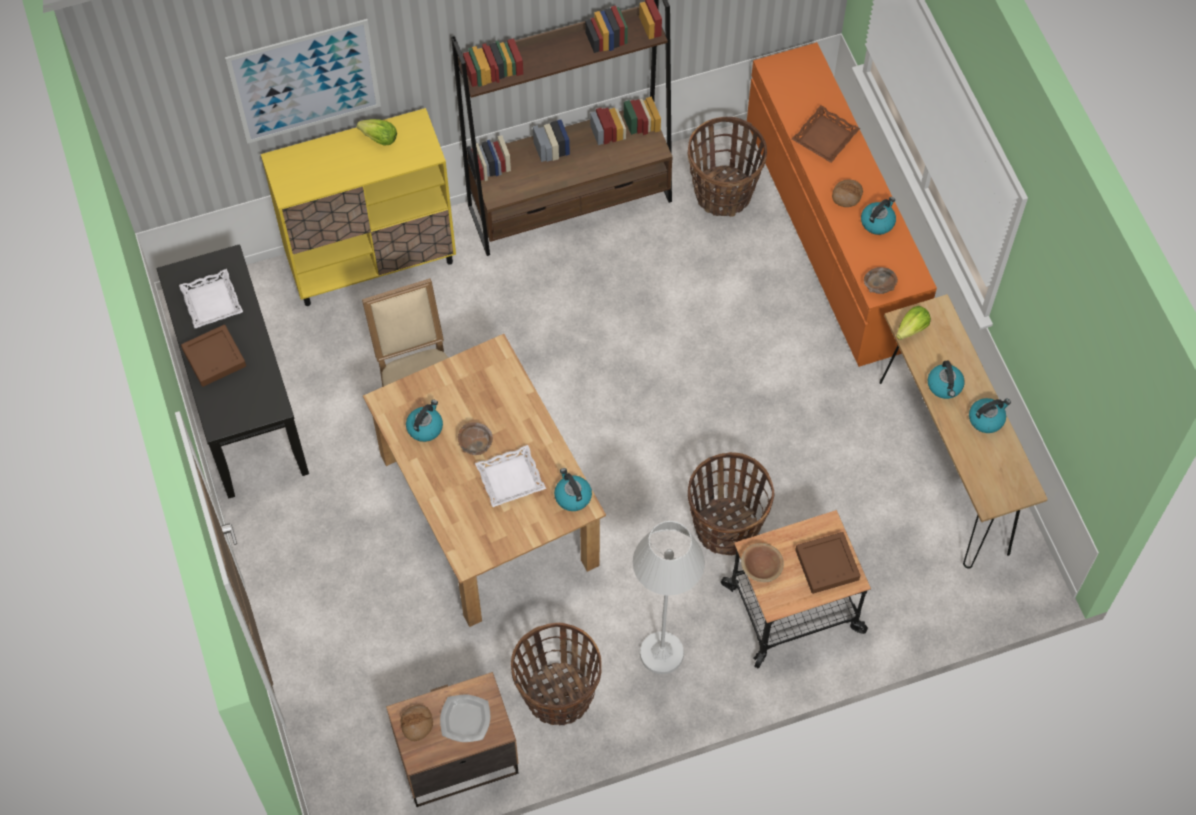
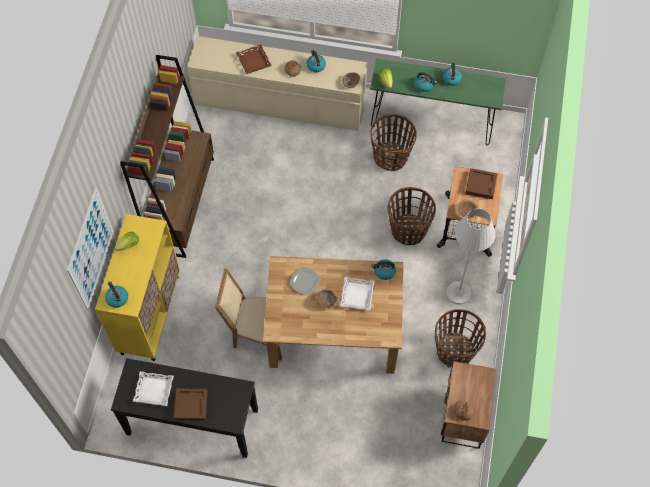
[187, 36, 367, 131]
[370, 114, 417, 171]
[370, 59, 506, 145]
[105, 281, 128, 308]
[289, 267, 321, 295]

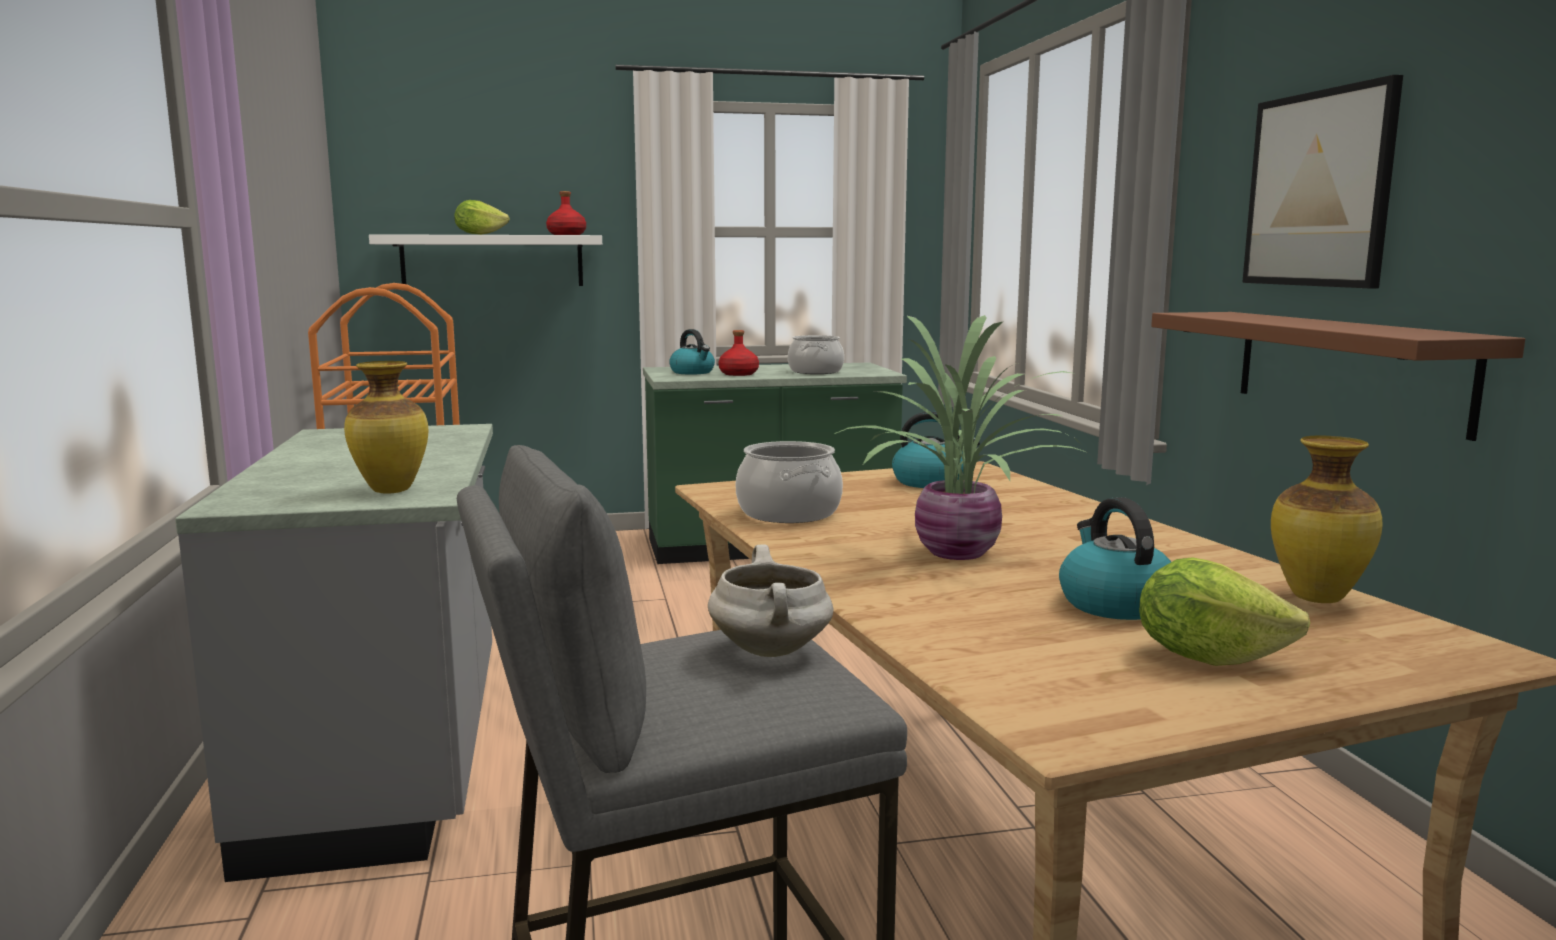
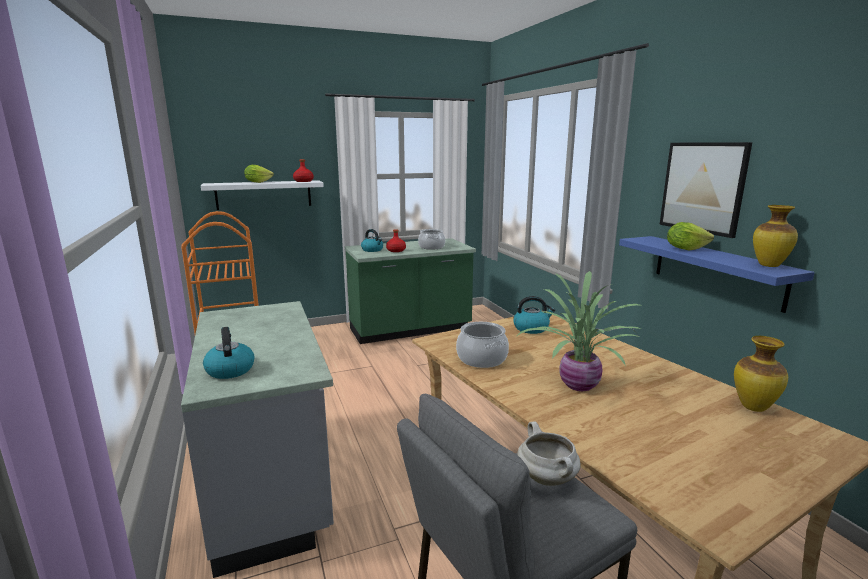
[619, 236, 815, 313]
[753, 205, 798, 267]
[203, 327, 255, 379]
[667, 222, 714, 250]

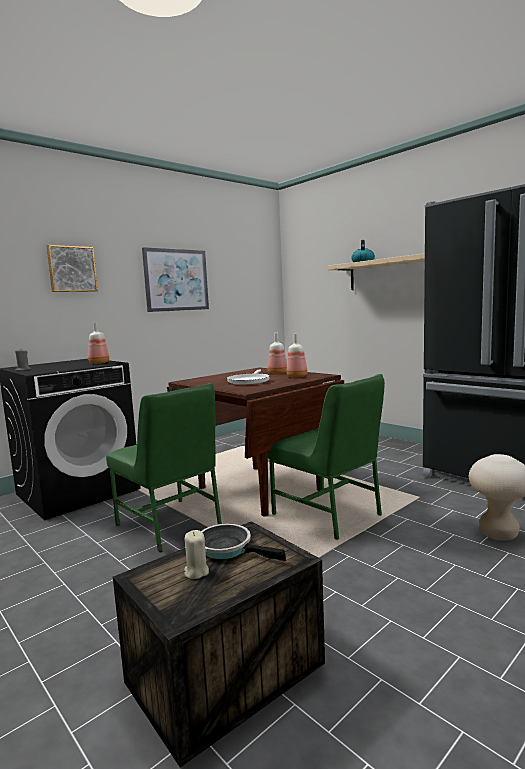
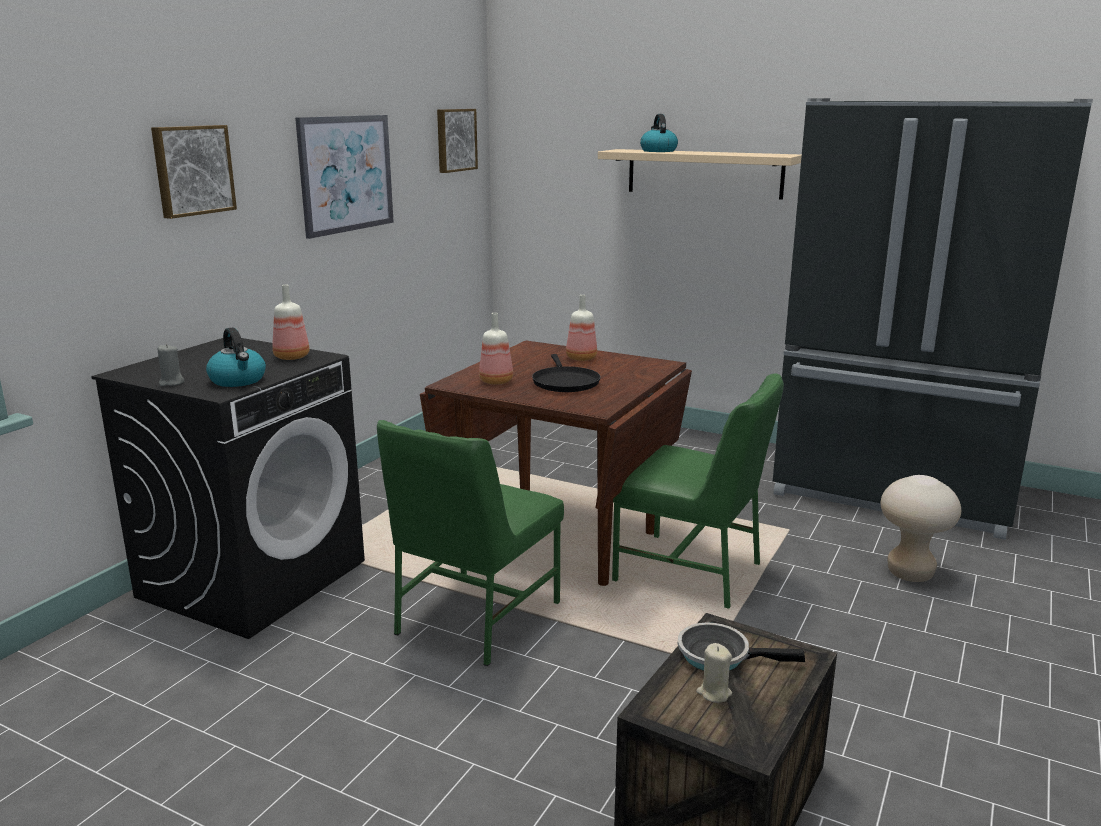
[479, 313, 513, 385]
[532, 354, 601, 392]
[377, 420, 564, 666]
[437, 109, 478, 173]
[206, 327, 266, 387]

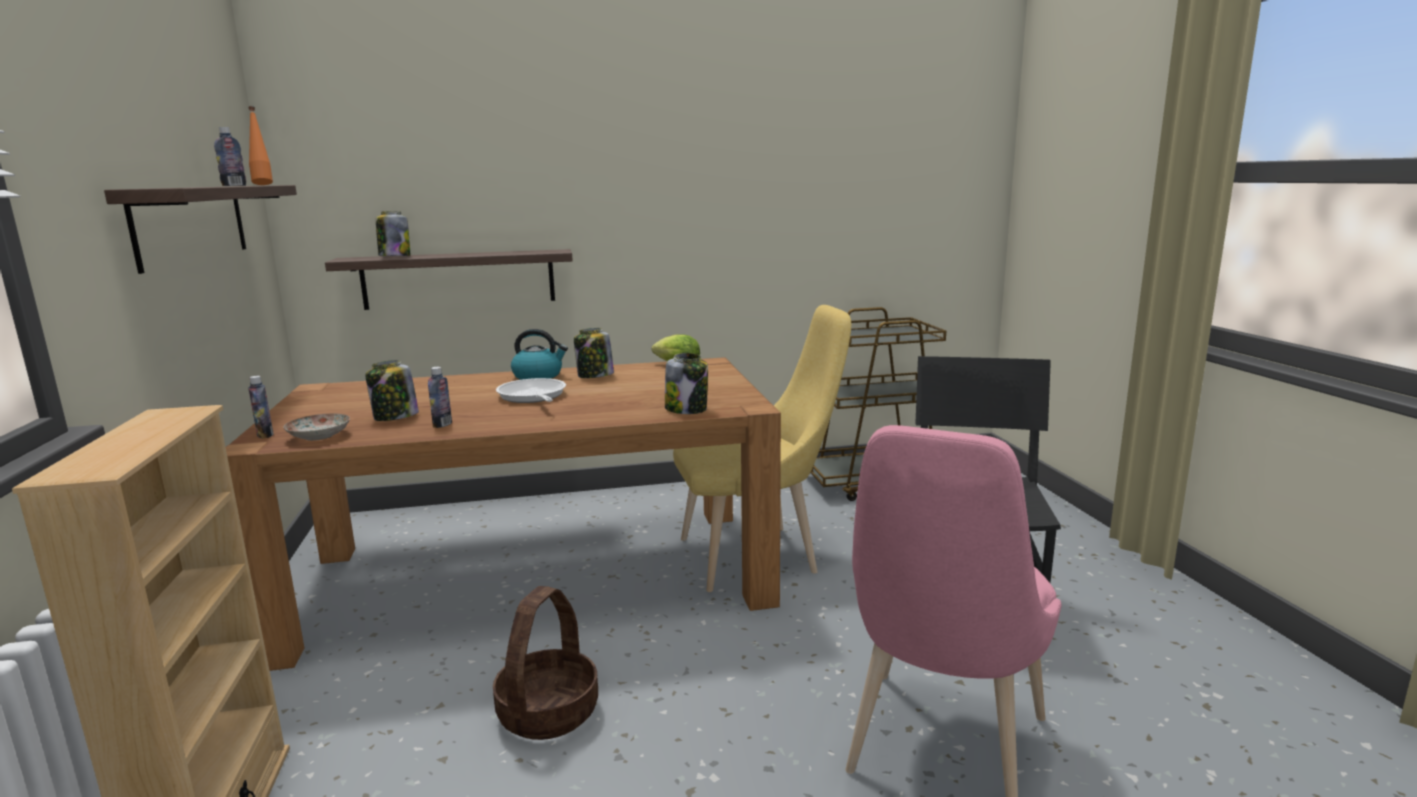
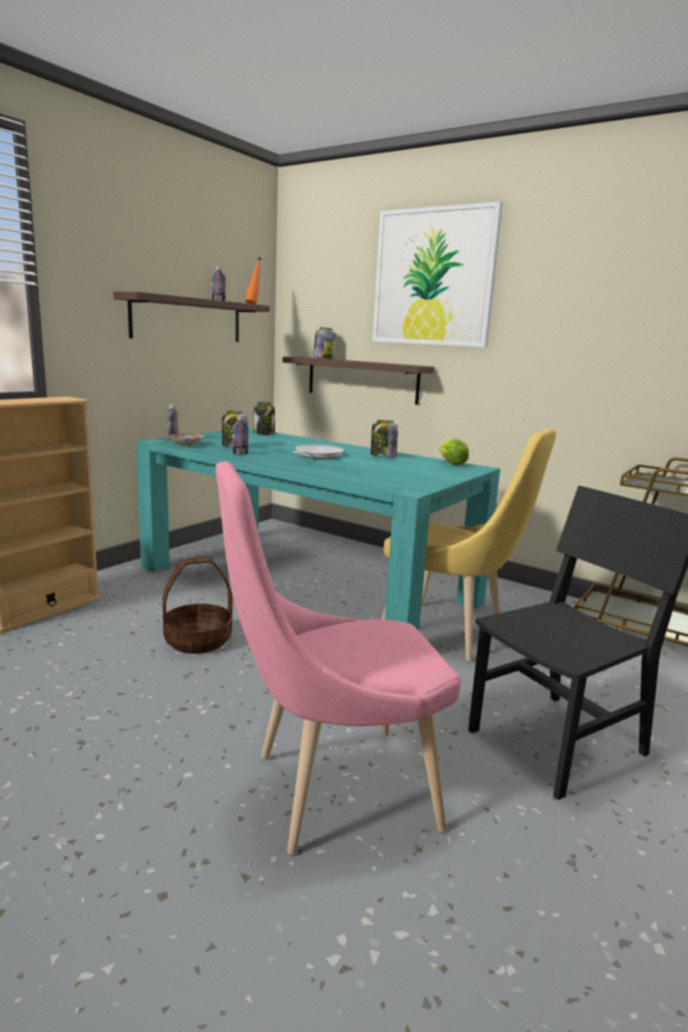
[511, 329, 568, 380] (first image)
[253, 401, 275, 435]
[136, 428, 500, 631]
[373, 202, 503, 347]

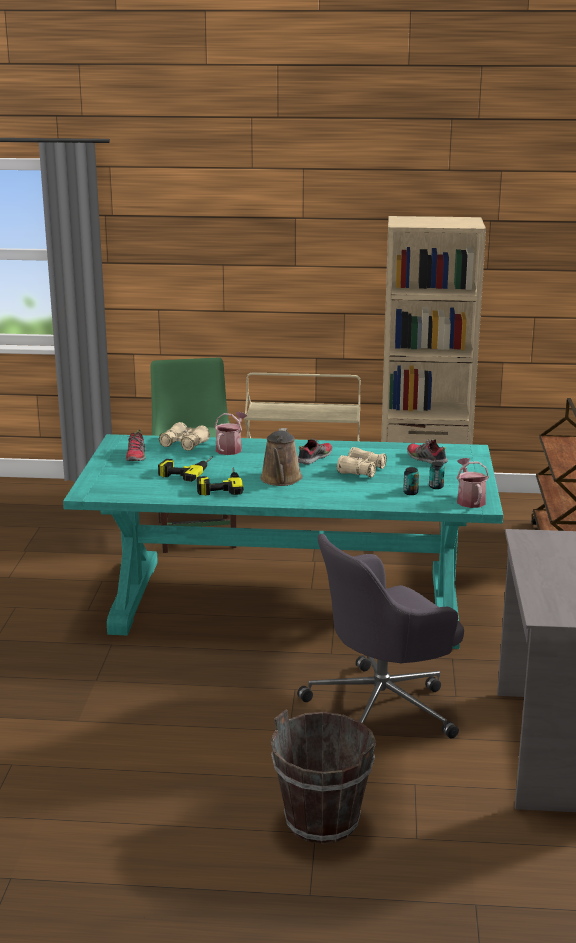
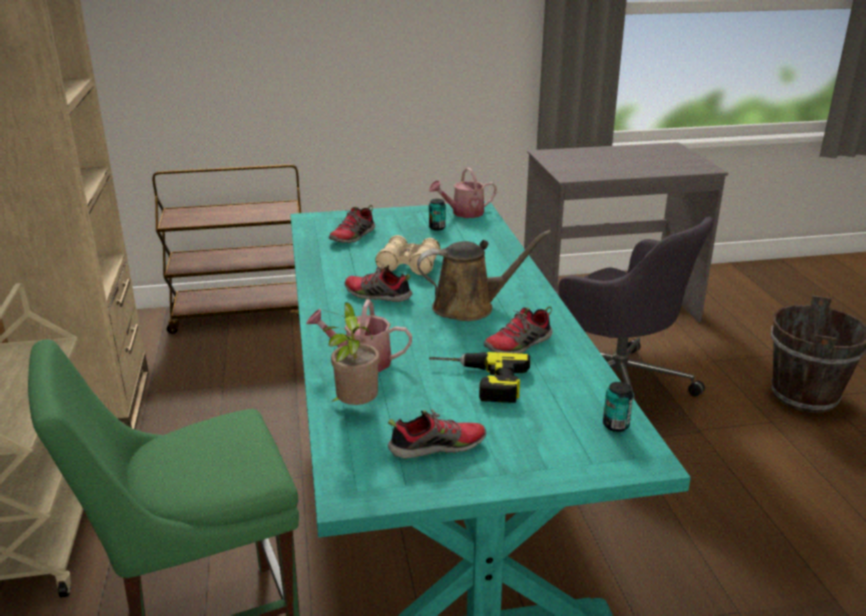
[323, 302, 380, 405]
[484, 306, 552, 353]
[603, 382, 633, 432]

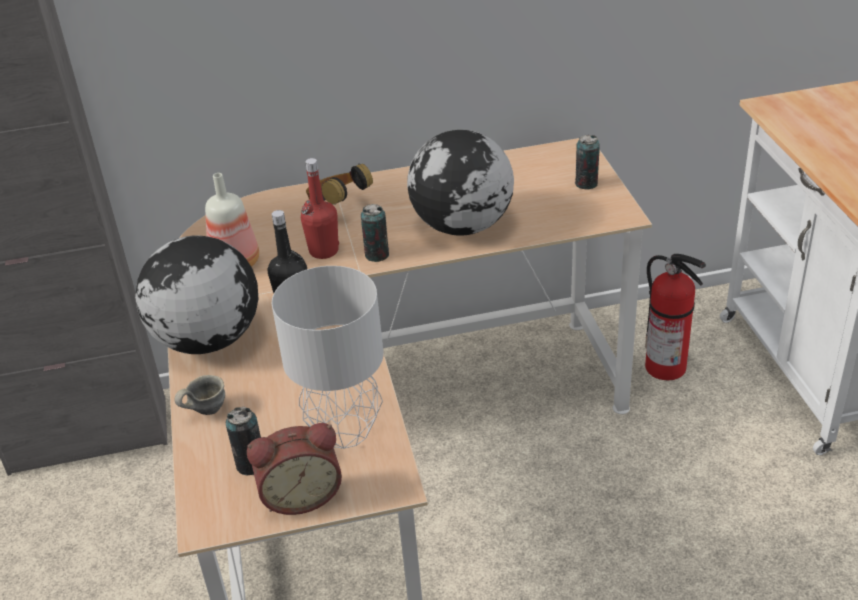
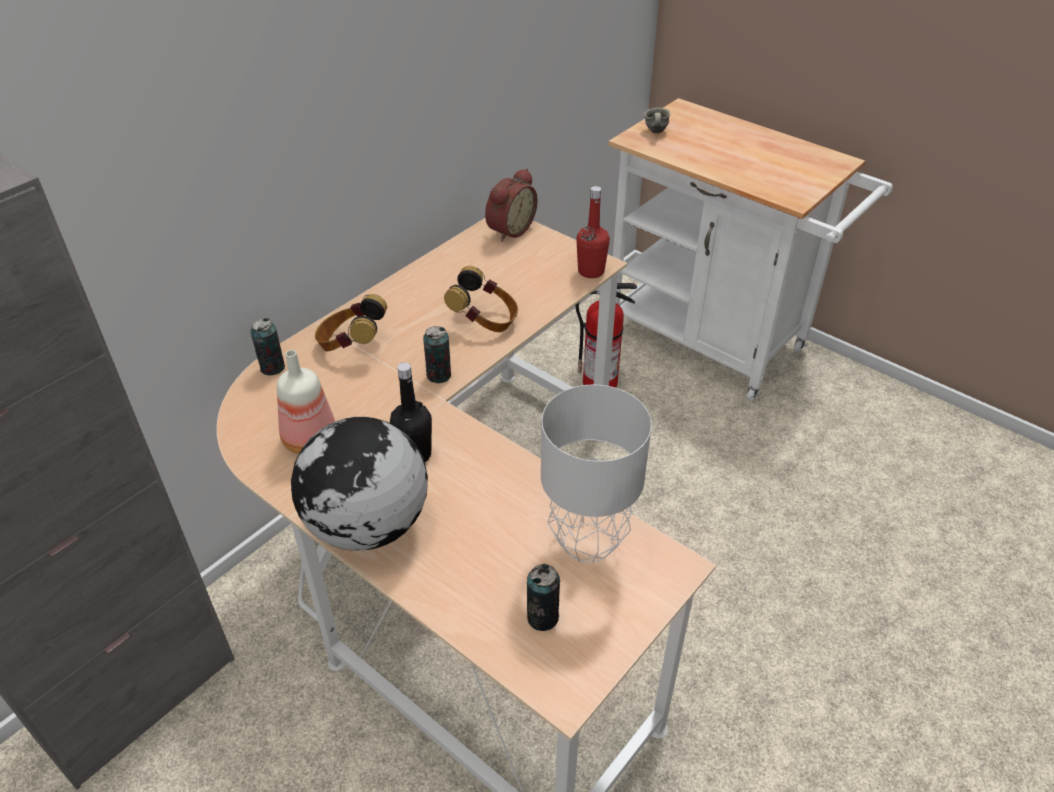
[444, 266, 518, 332]
[251, 318, 285, 376]
[576, 186, 610, 278]
[644, 108, 670, 133]
[485, 168, 538, 242]

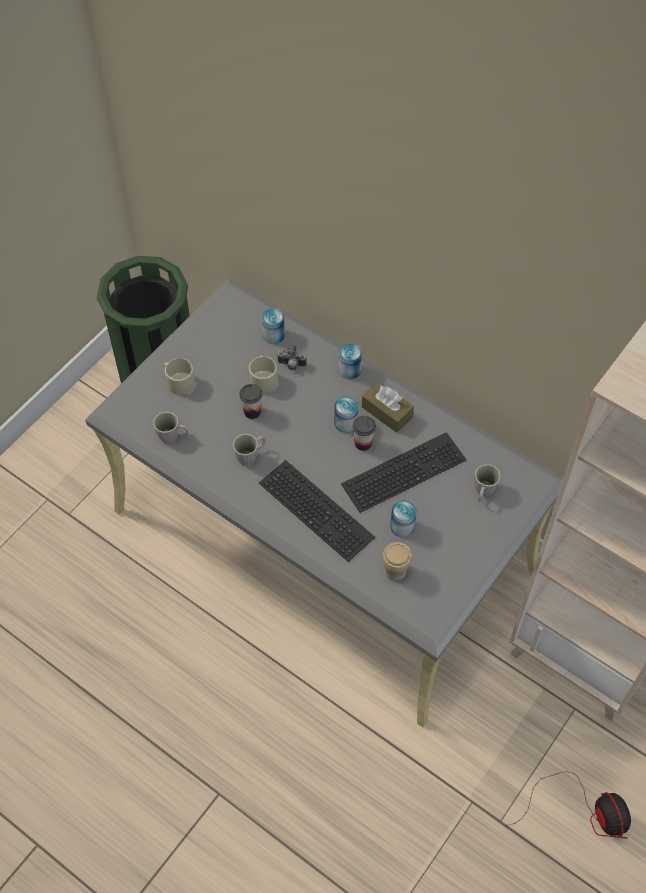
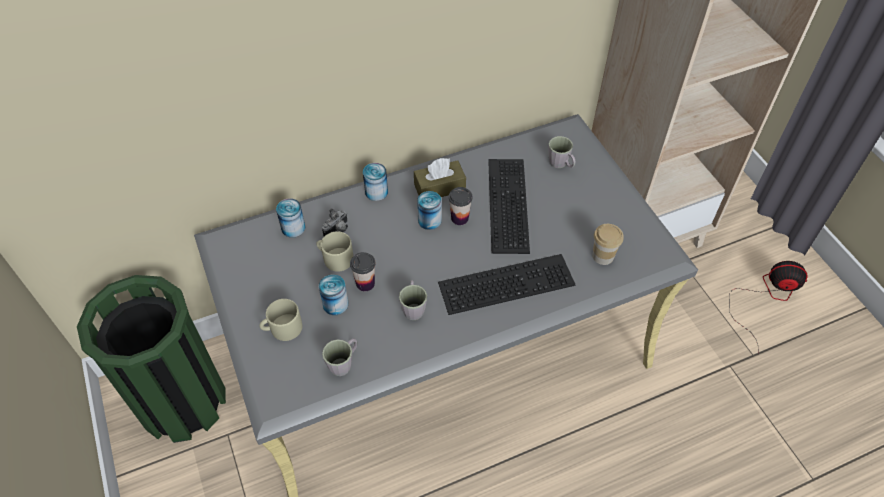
[319, 275, 349, 315]

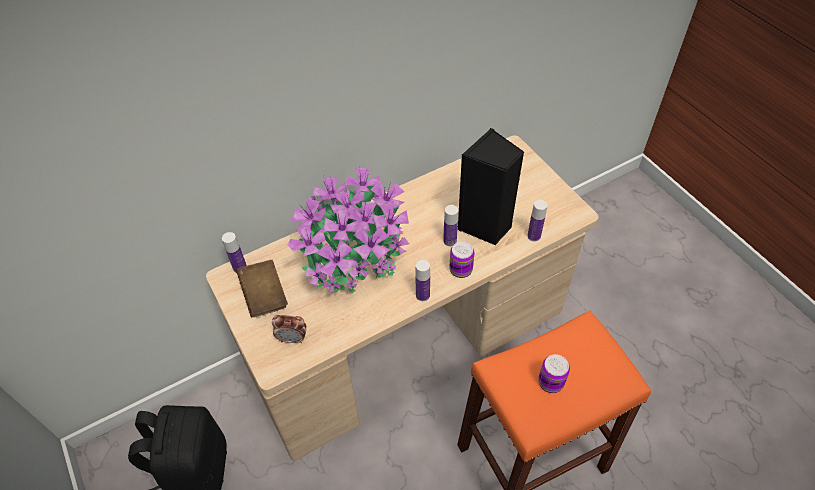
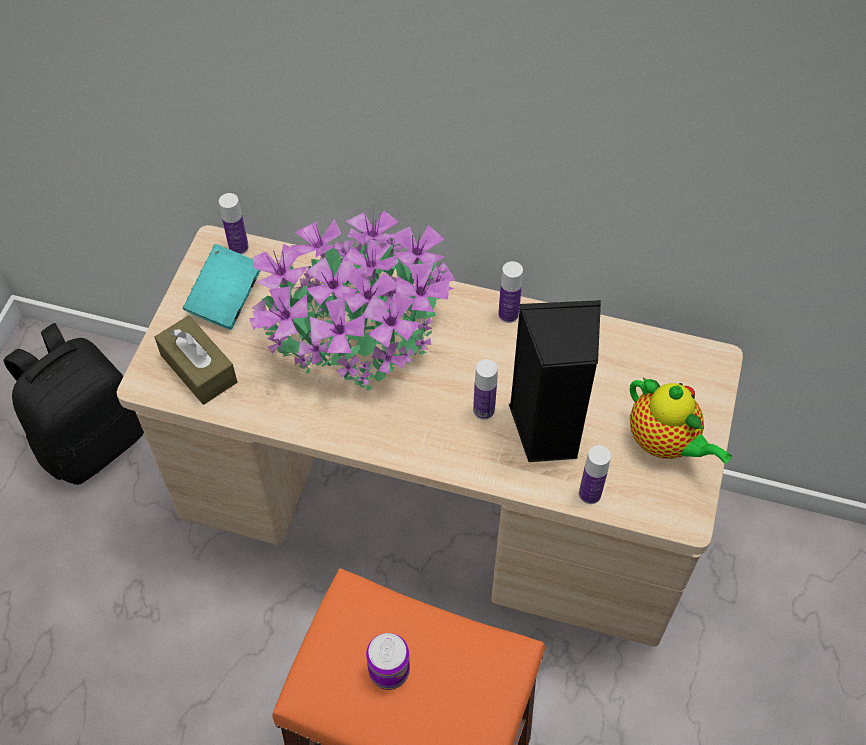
[450, 241, 475, 278] (first image)
[183, 244, 261, 330]
[498, 261, 523, 323]
[154, 315, 237, 405]
[630, 377, 732, 464]

